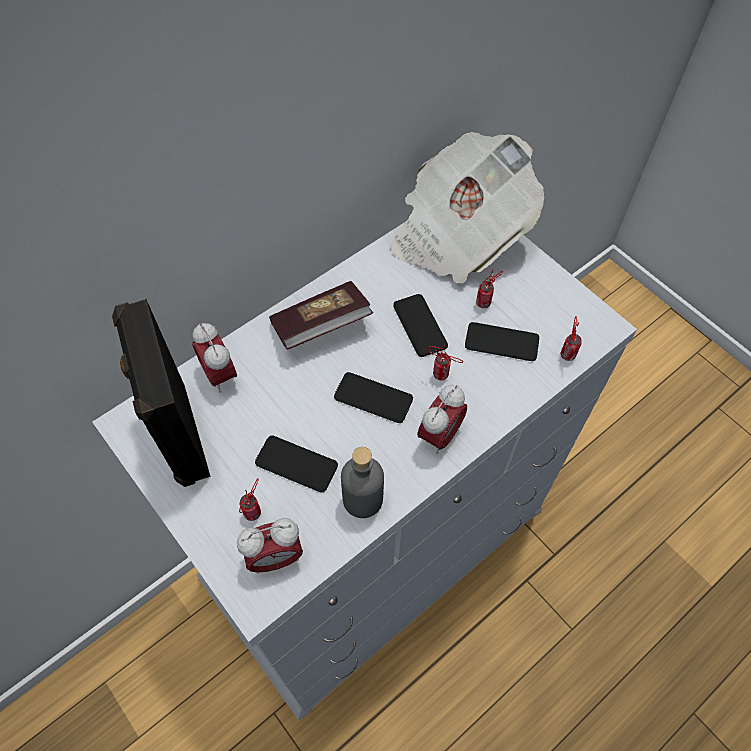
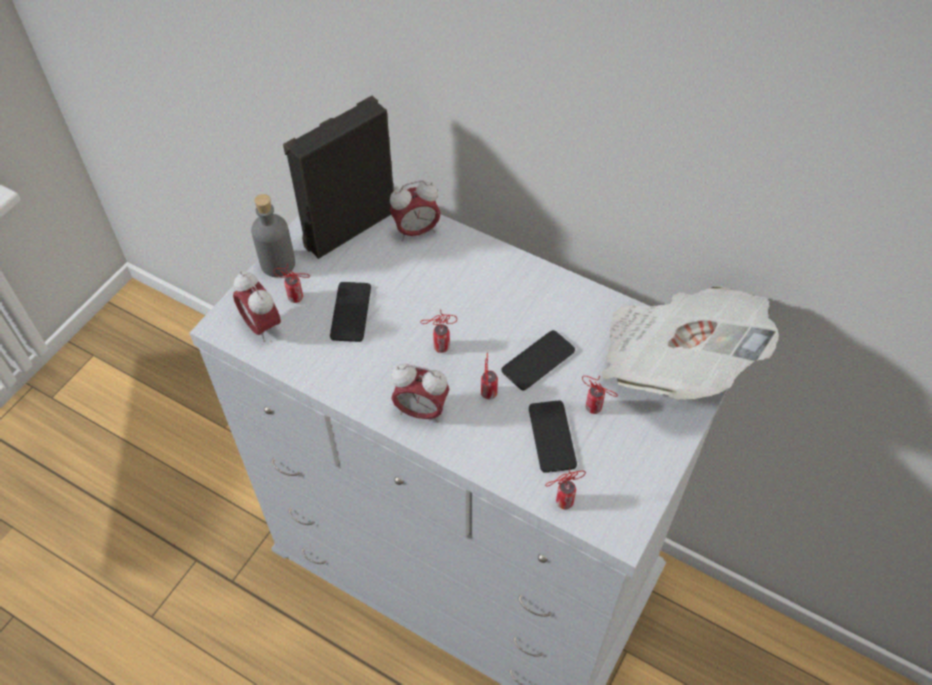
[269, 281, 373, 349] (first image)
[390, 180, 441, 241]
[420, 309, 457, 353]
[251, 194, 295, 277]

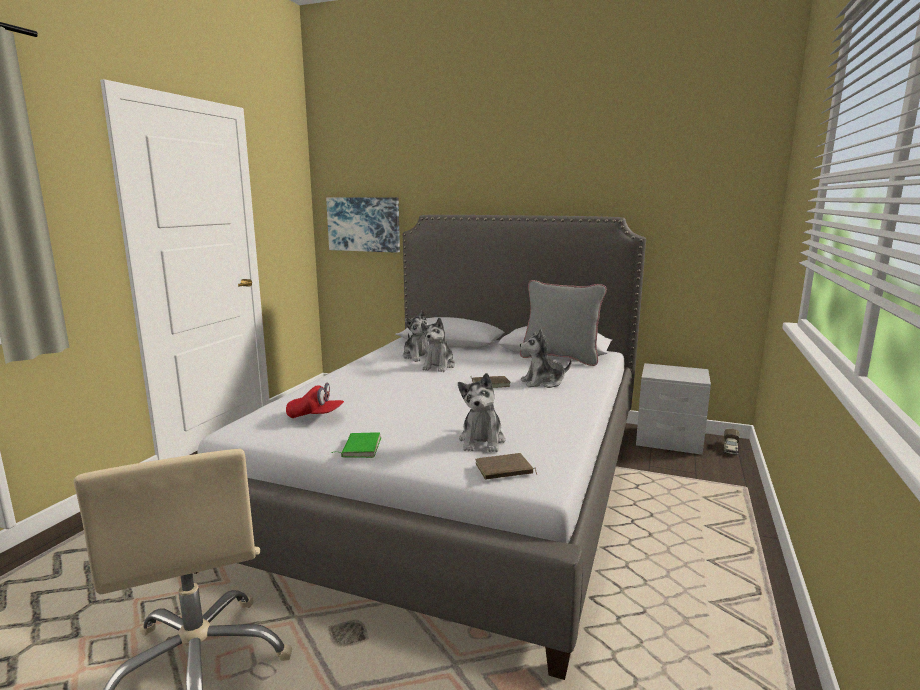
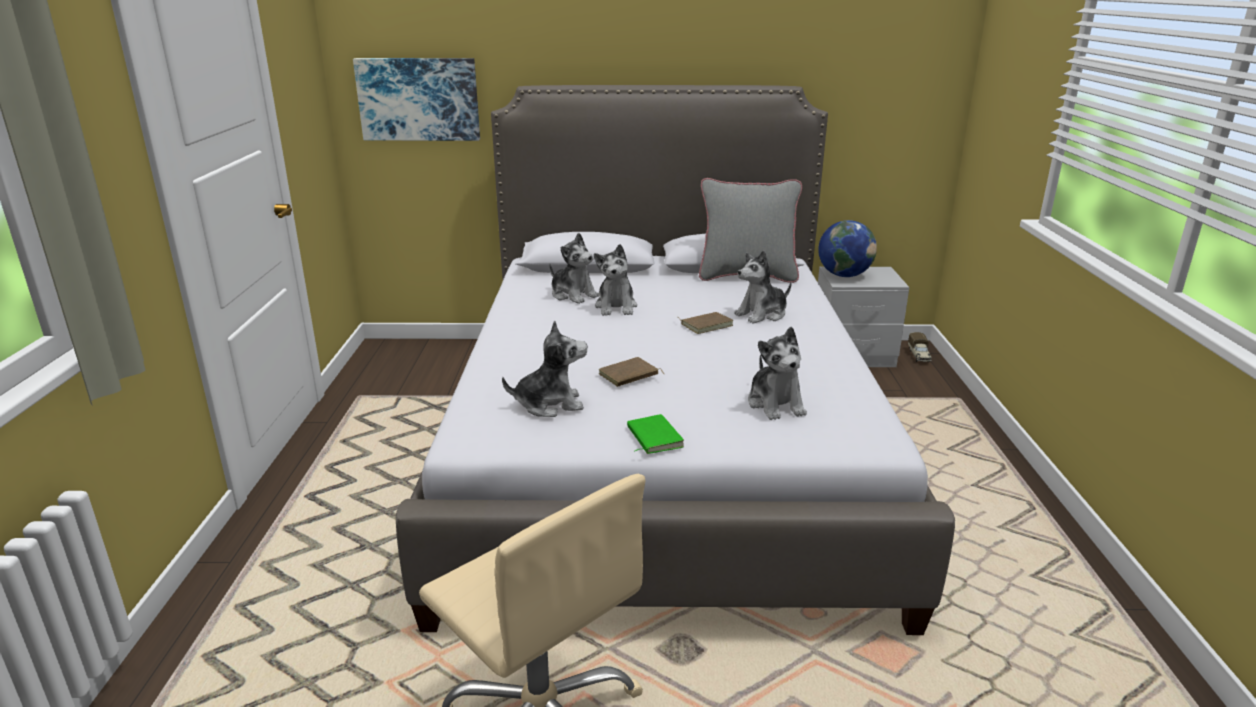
[502, 321, 588, 417]
[599, 357, 664, 387]
[818, 220, 877, 277]

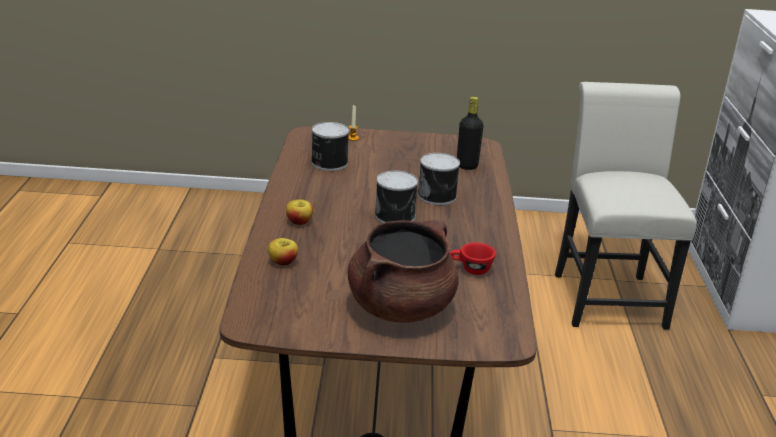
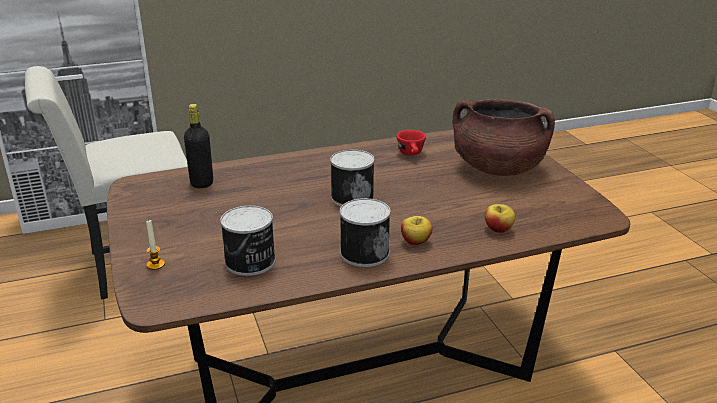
[340, 198, 390, 267]

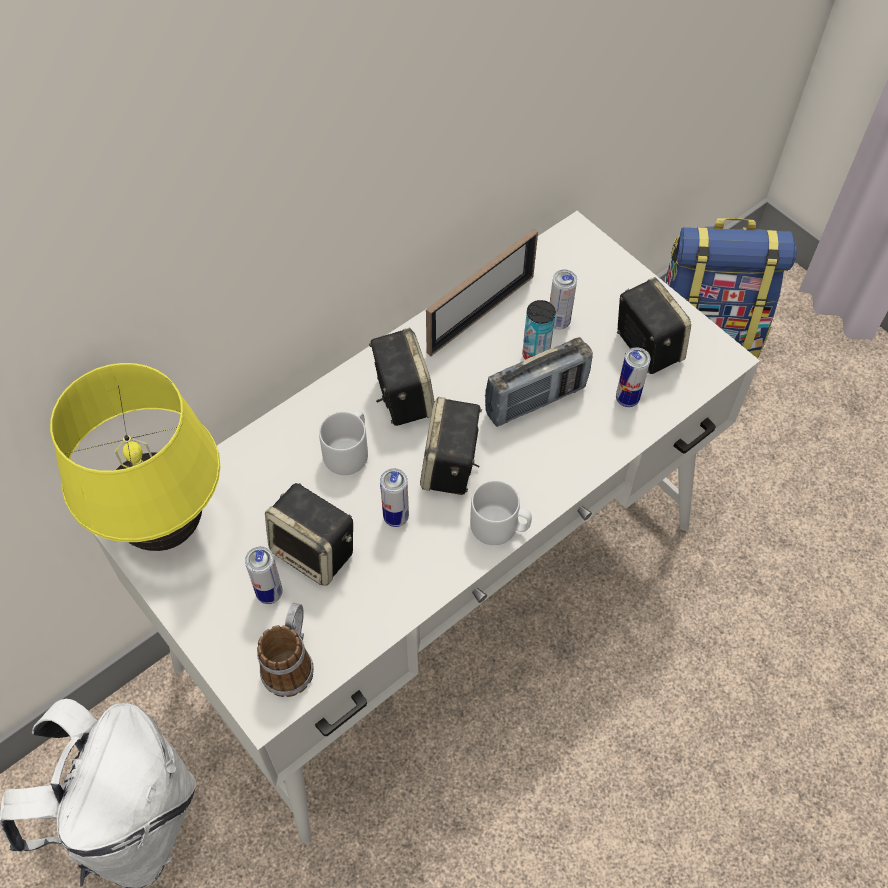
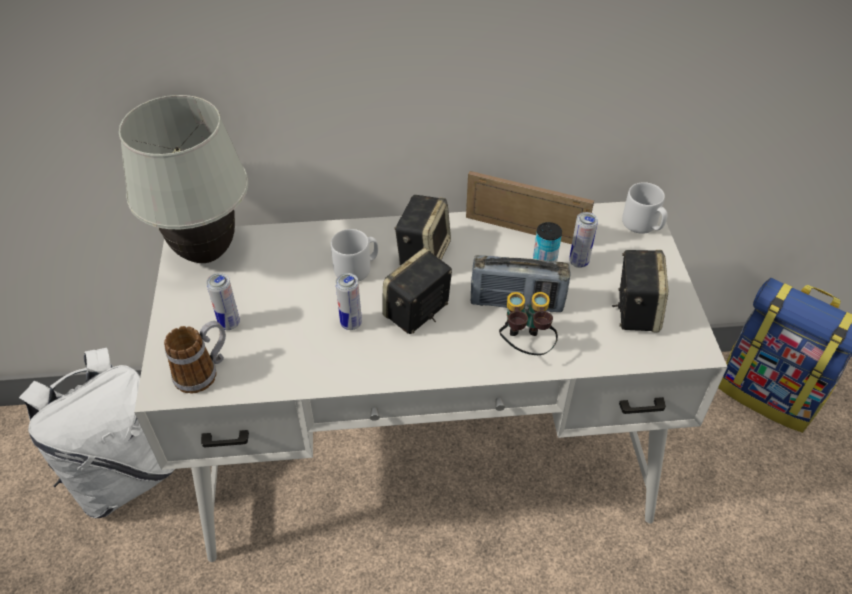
[466, 171, 594, 244]
[616, 347, 651, 407] (first image)
[119, 95, 248, 263]
[622, 182, 667, 234]
[265, 483, 353, 586] (first image)
[499, 292, 558, 355]

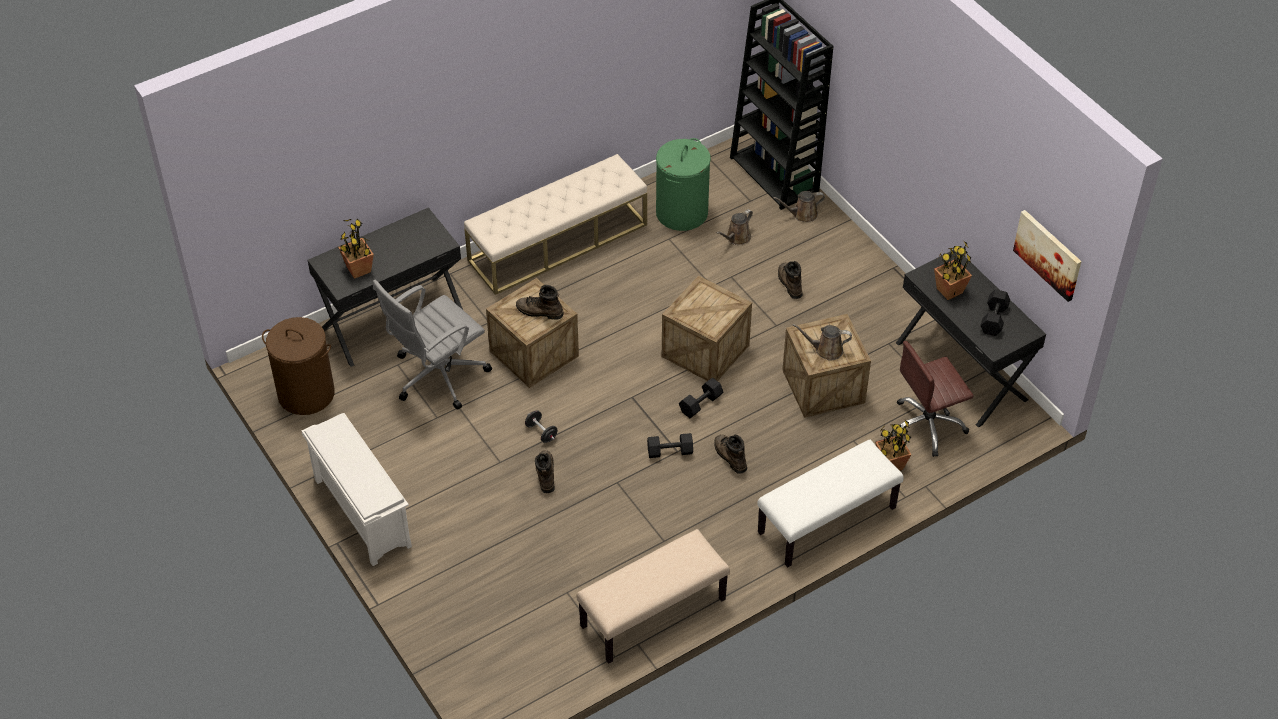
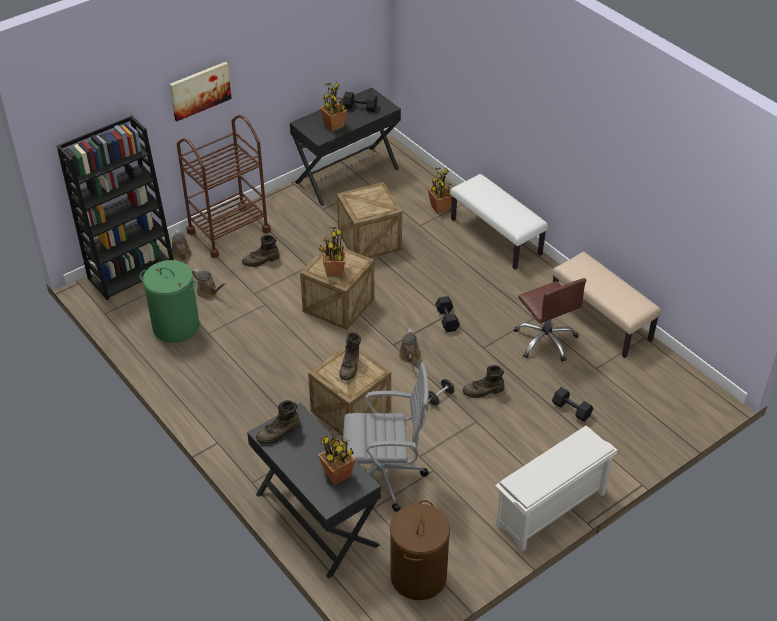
[464, 154, 647, 295] (first image)
[170, 62, 232, 121]
[343, 362, 429, 512]
[399, 328, 421, 363]
[514, 278, 586, 362]
[552, 387, 593, 422]
[256, 400, 300, 444]
[177, 115, 271, 258]
[319, 226, 346, 277]

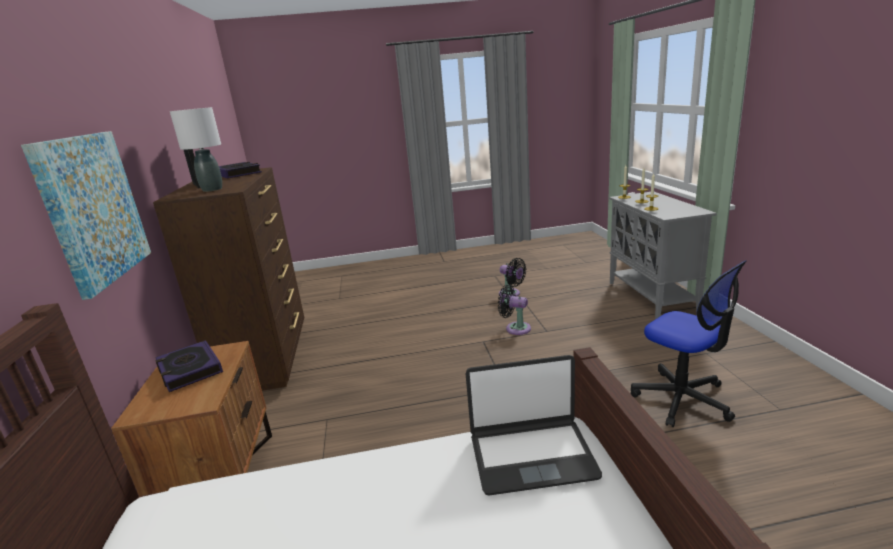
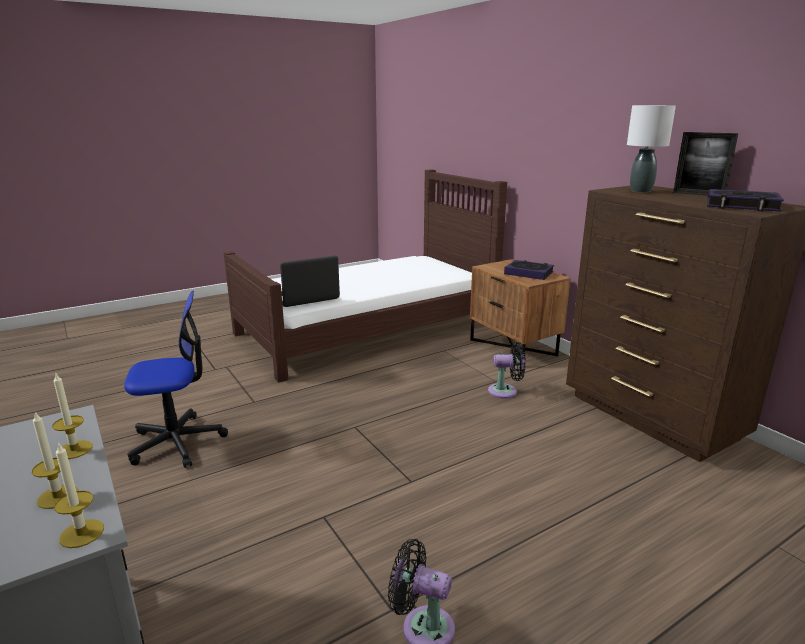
[21, 131, 151, 300] (first image)
[124, 291, 228, 468]
[488, 342, 526, 399]

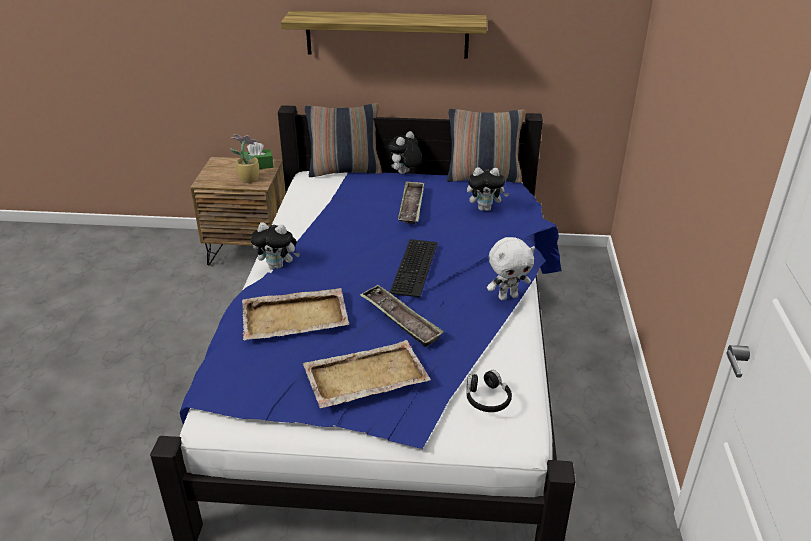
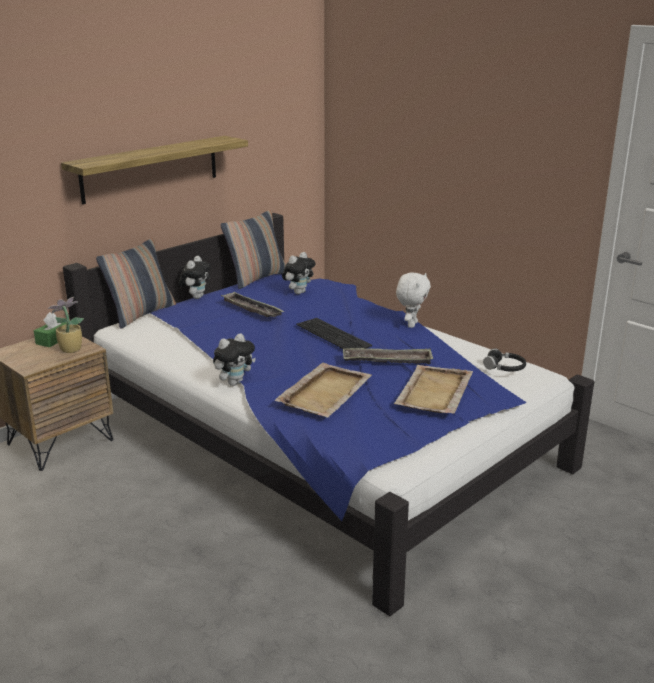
[179, 256, 211, 299]

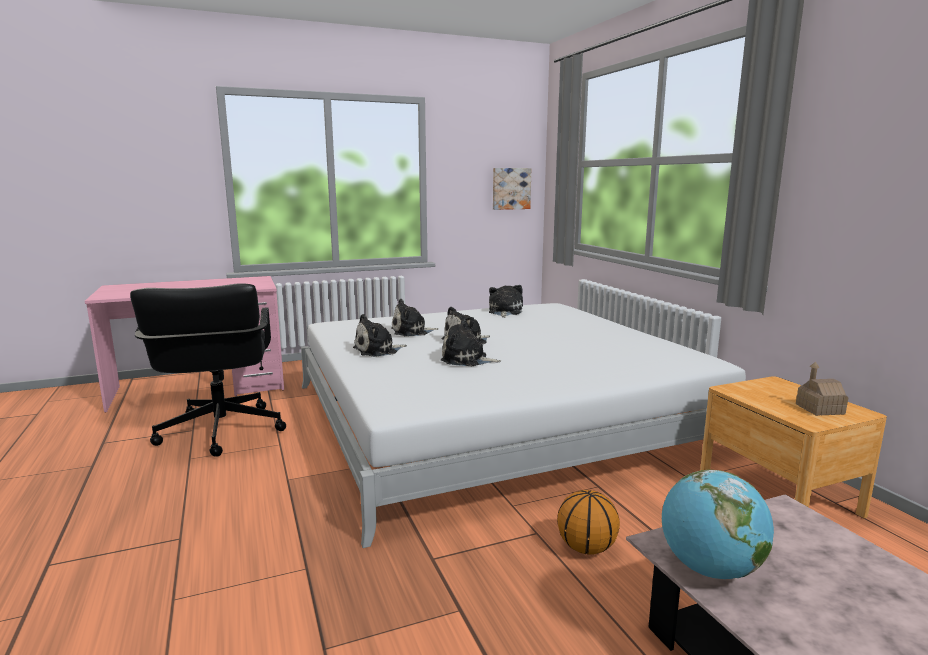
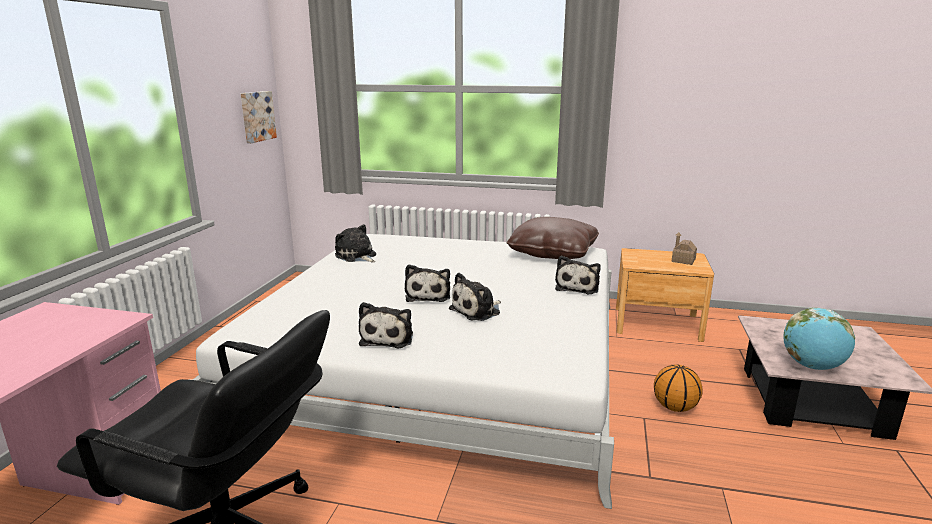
[555, 256, 601, 294]
[506, 217, 599, 259]

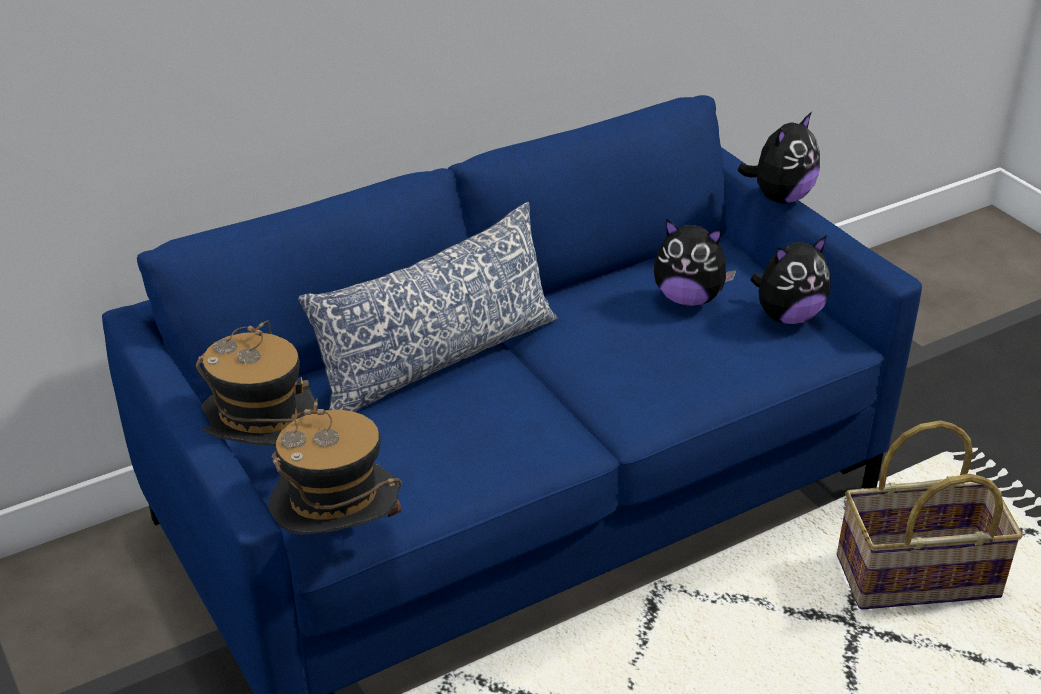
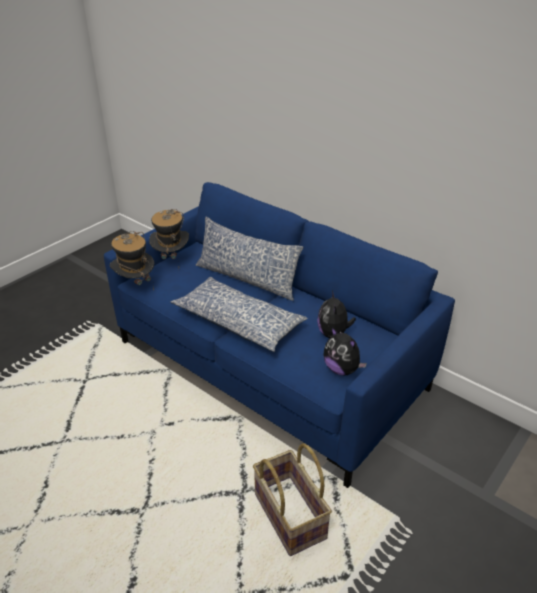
[738, 111, 820, 204] (first image)
[171, 277, 308, 352]

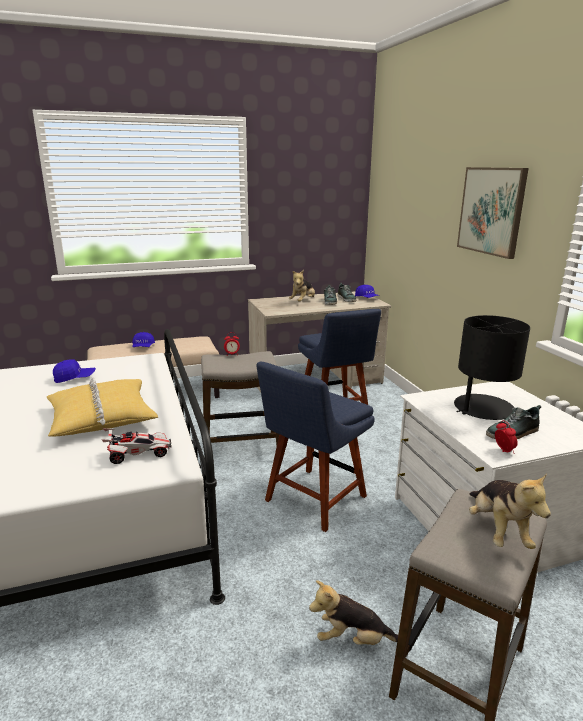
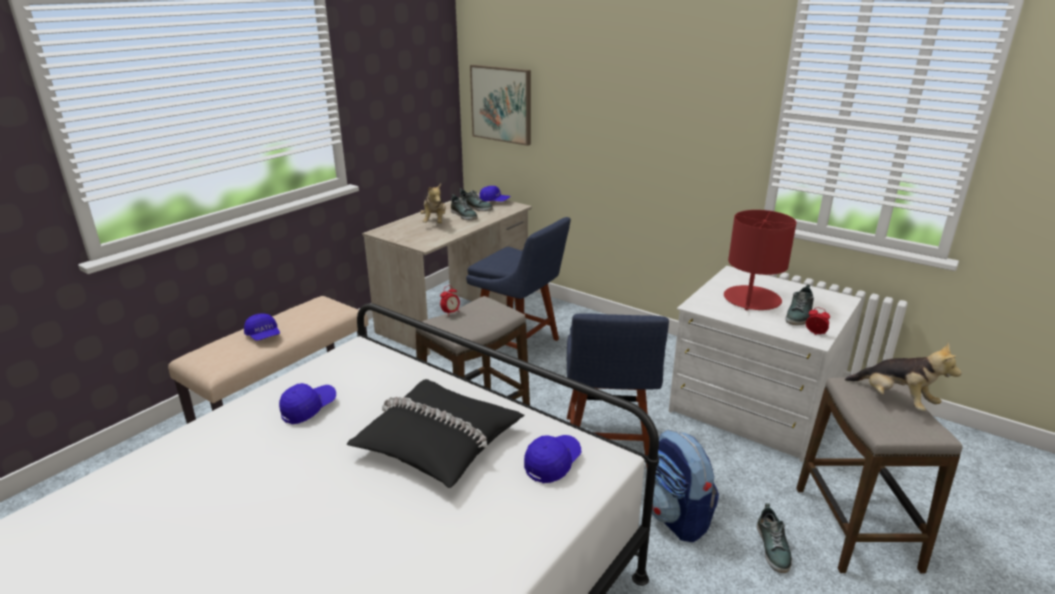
[470, 65, 531, 146]
[724, 210, 797, 310]
[347, 379, 524, 488]
[524, 435, 581, 483]
[757, 503, 792, 573]
[651, 430, 719, 542]

